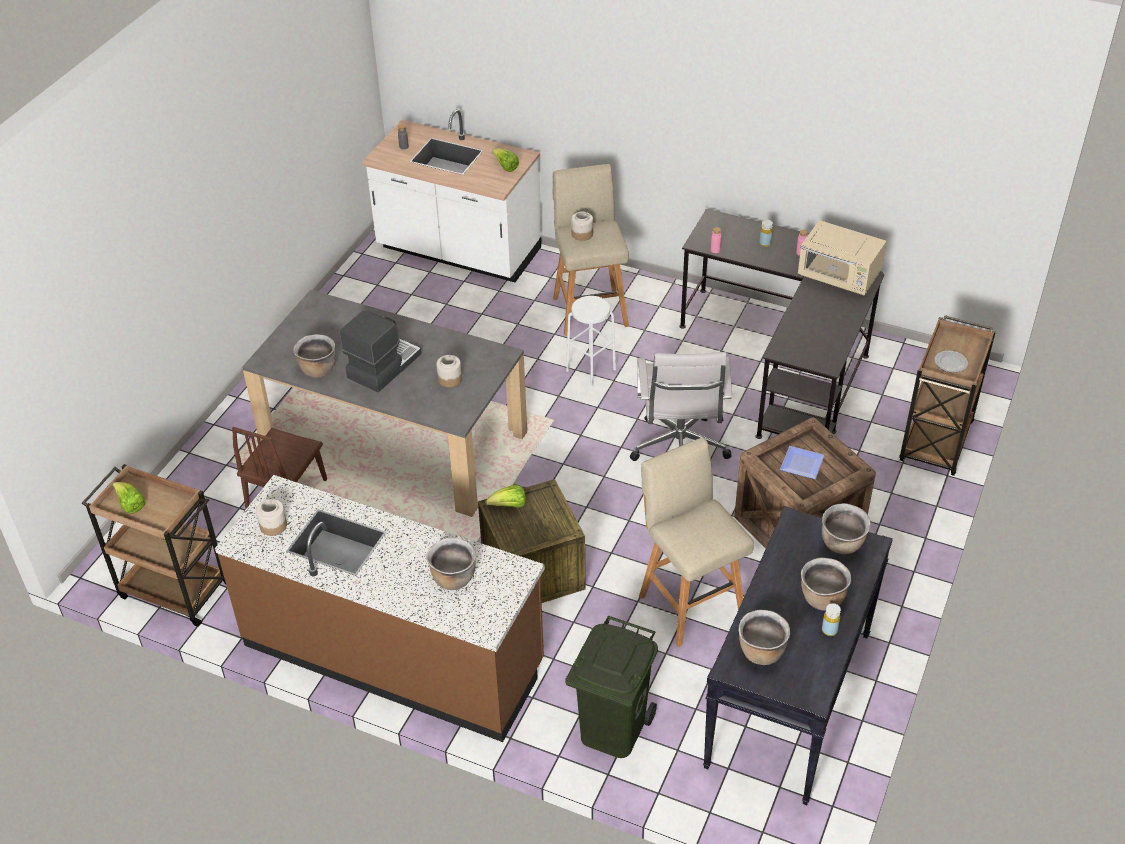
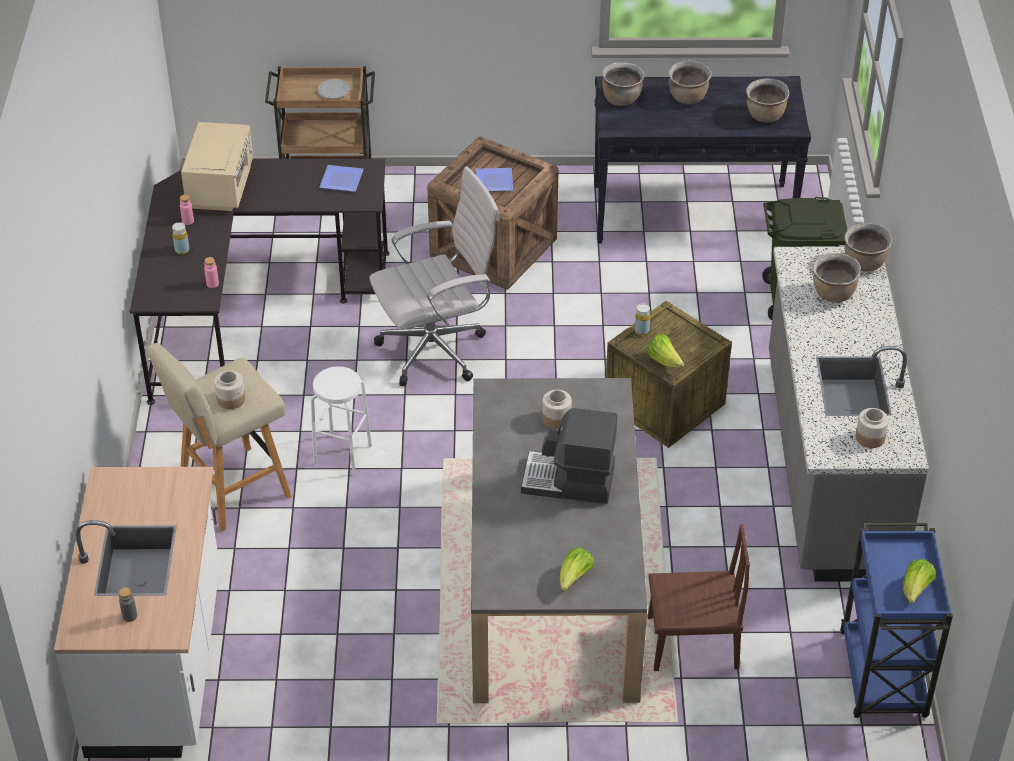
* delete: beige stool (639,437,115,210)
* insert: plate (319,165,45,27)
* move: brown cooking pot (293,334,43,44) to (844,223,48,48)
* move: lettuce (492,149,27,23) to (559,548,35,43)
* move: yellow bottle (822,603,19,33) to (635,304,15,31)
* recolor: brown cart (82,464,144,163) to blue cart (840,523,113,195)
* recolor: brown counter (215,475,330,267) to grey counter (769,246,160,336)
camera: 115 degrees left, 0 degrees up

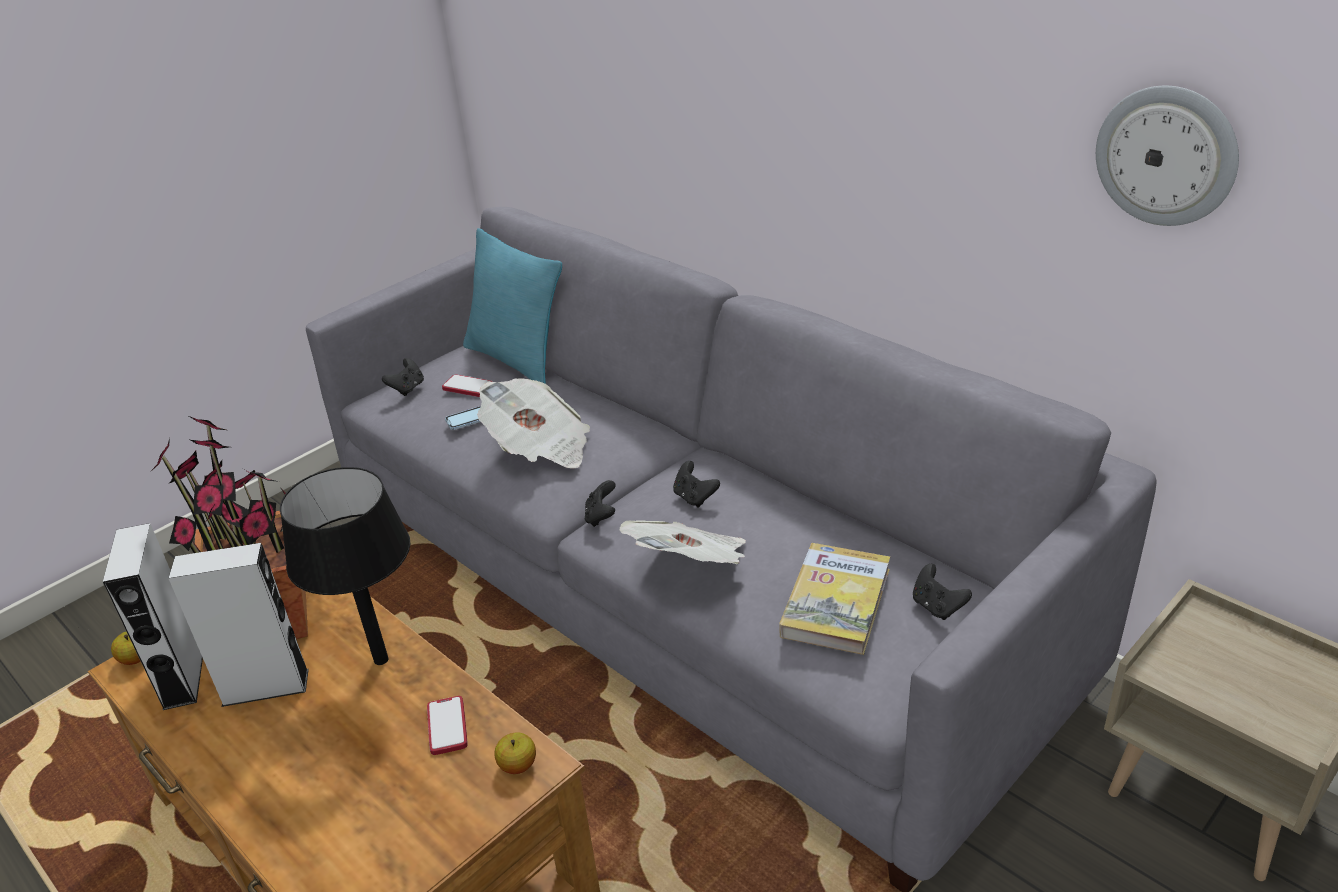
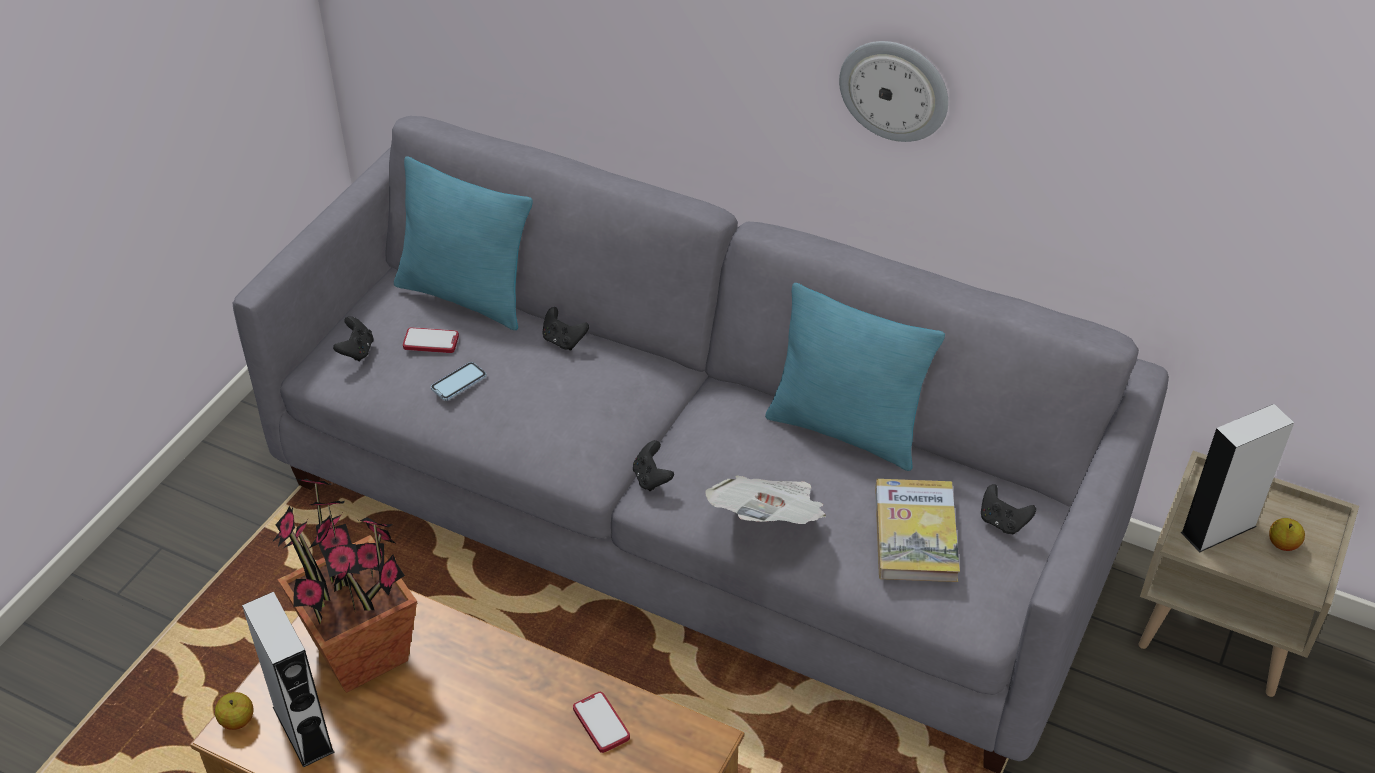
* delete: black table lamp (280,467,131,198)
* delete: newspaper (477,378,113,91)
* insert: turquoise pillow (765,283,180,188)
* move: grey speaker (168,543,141,164) to (1181,404,113,149)
* move: apple (495,732,41,42) to (1269,518,36,33)
* move: black game controller (673,461,47,47) to (542,307,47,43)
* move: wall clock (1096,86,143,140) to (839,41,109,101)
camera: 20 degrees left, 10 degrees up

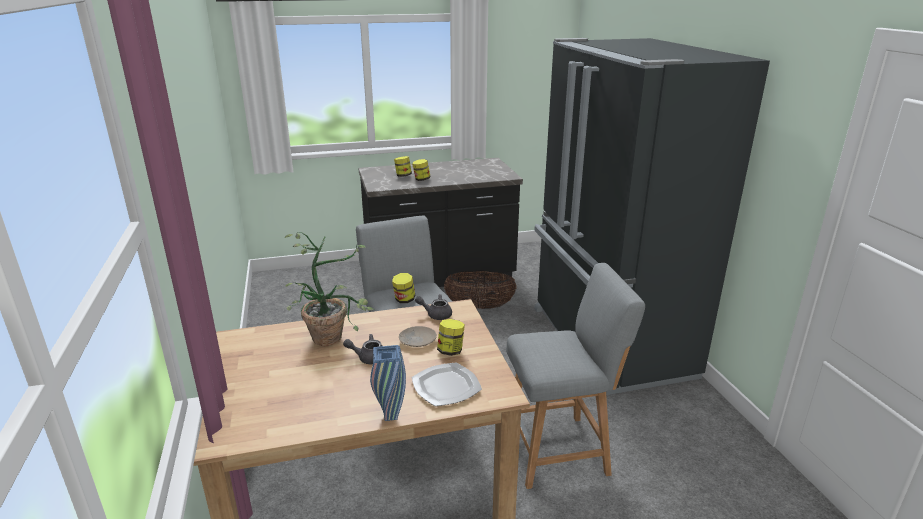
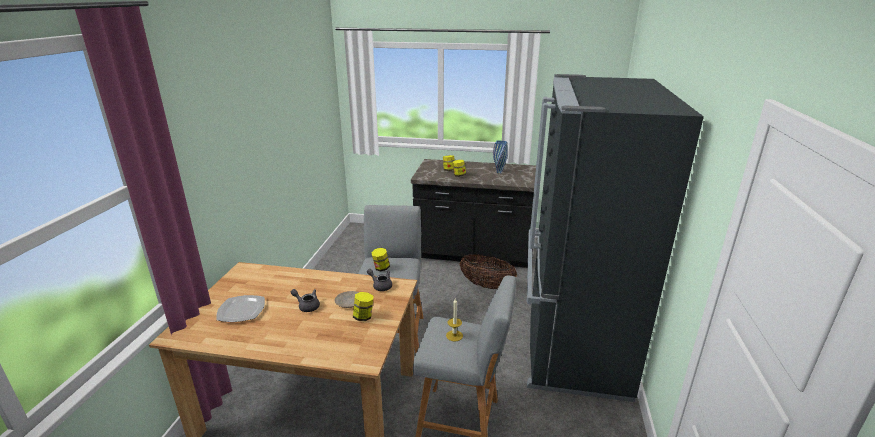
* delete: potted plant (284,232,90,114)
* insert: candle (446,299,17,43)
* move: blue vase (370,345,36,76) to (493,140,15,33)
* move: plate (412,363,70,43) to (216,295,49,27)
camera: 25 degrees right, 0 degrees up

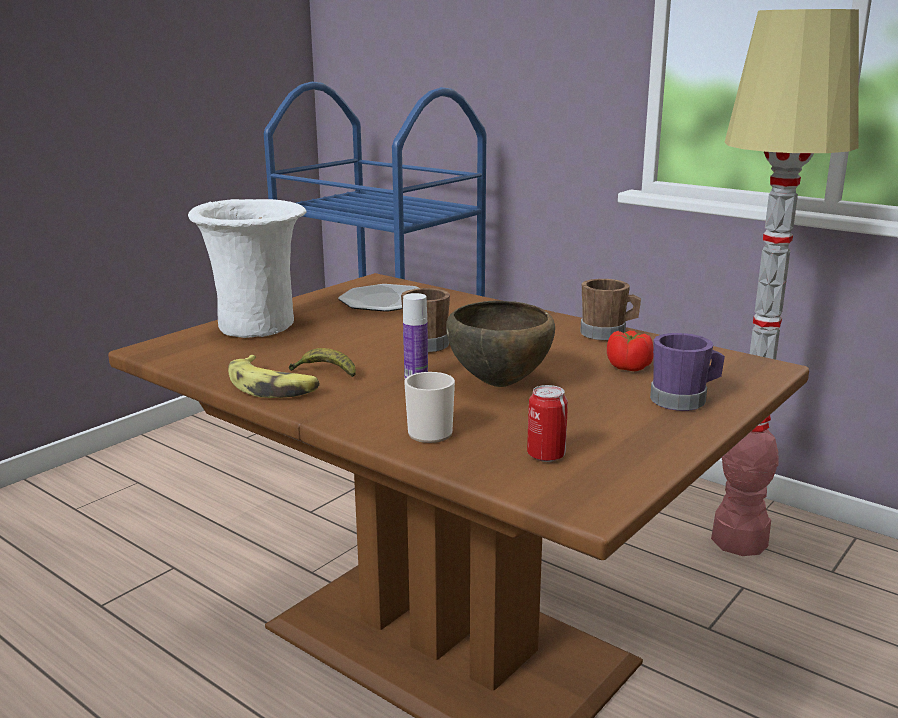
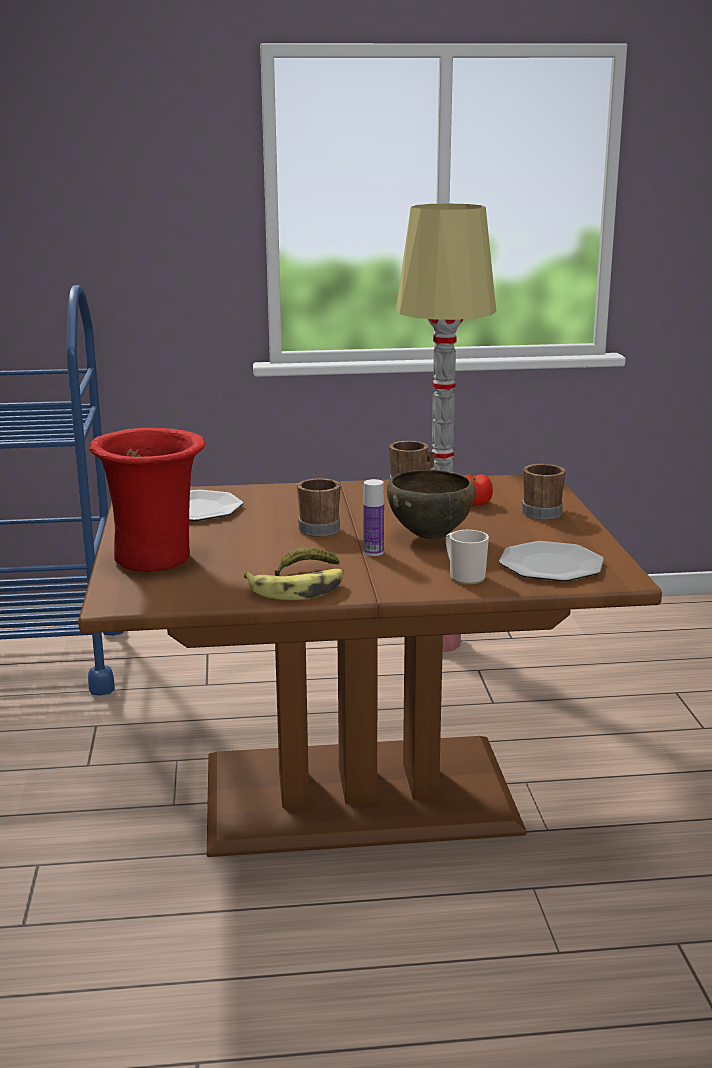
* replace: can (527,385,41,77) to plate (499,541,105,40)
* recolor: white vase (188,199,118,139) to red vase (89,428,116,144)
* recolor: purple mug (650,333,75,78) to brown mug (522,464,44,56)
camera: 45 degrees left, 0 degrees up

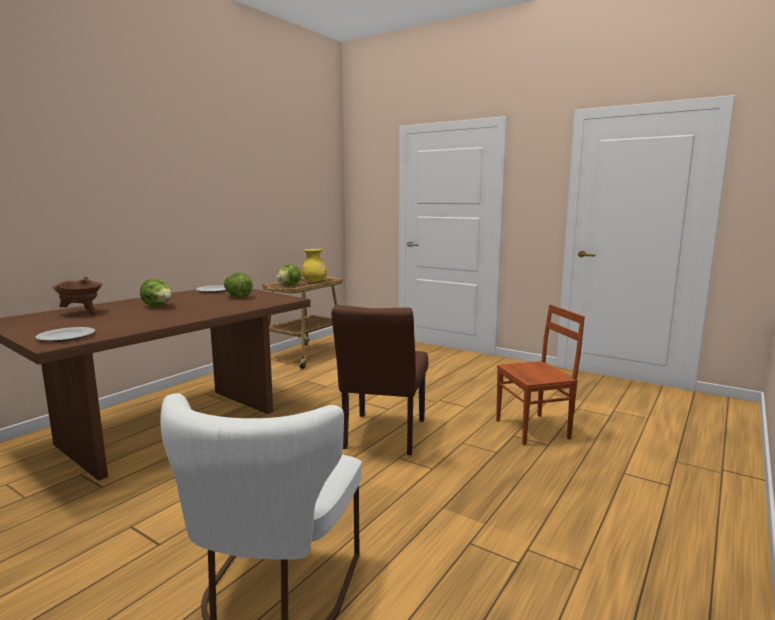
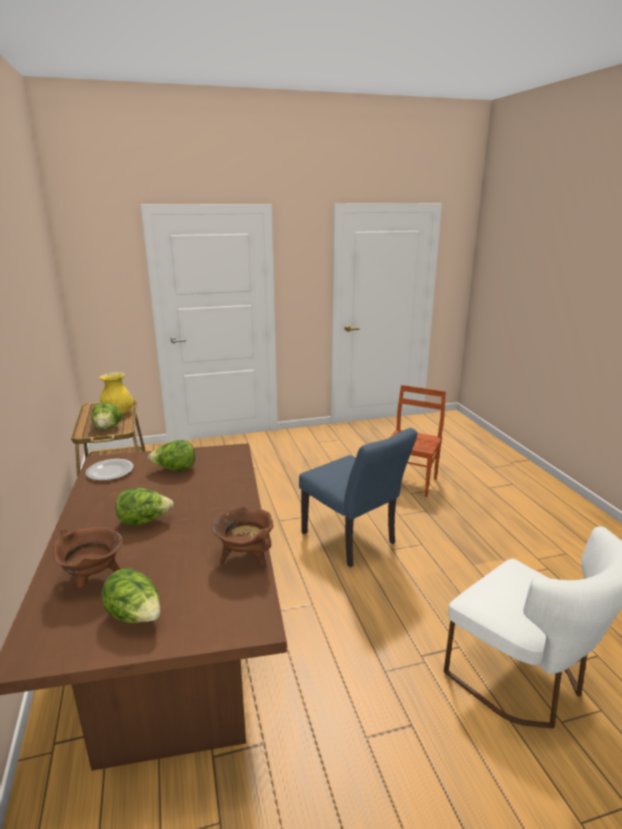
* delete: plate (35,327,60,15)
* insert: lettuce (102,568,59,55)
* insert: brown cooking pot (212,506,62,63)
* recolor: brown chair (331,305,97,150) to blue chair (299,428,118,139)
camera: 50 degrees left, 10 degrees up

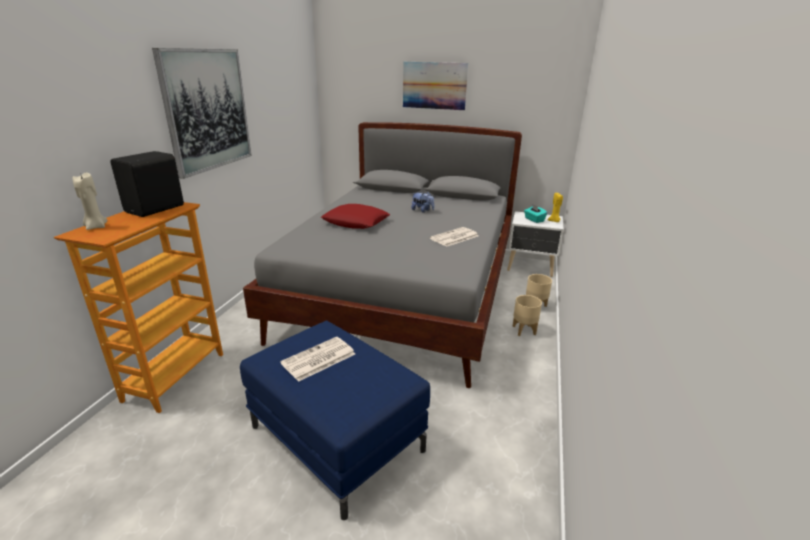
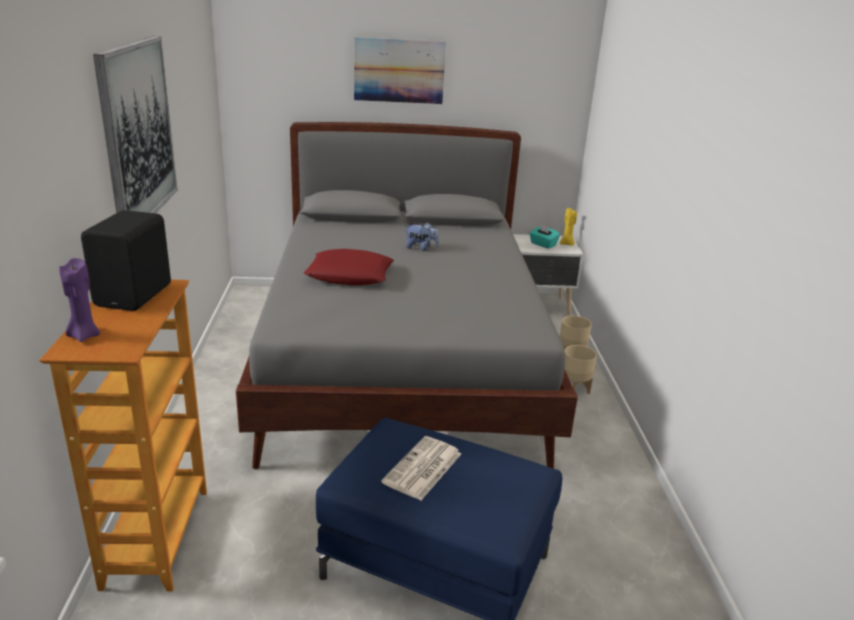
* delete: newspaper (430,227,48,20)
* recolor: beige candle (73,173,34,57) to purple candle (59,258,41,84)
camera: 20 degrees left, 0 degrees up

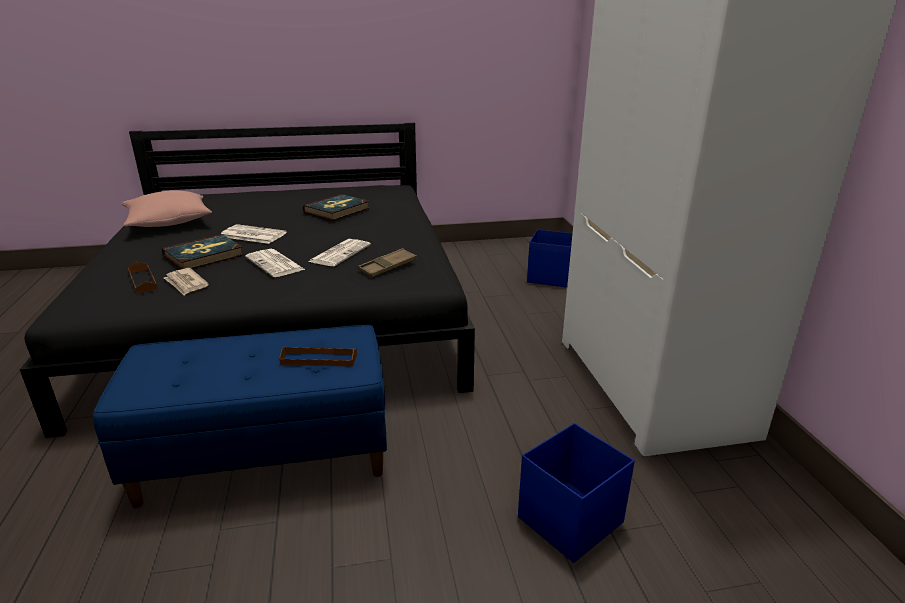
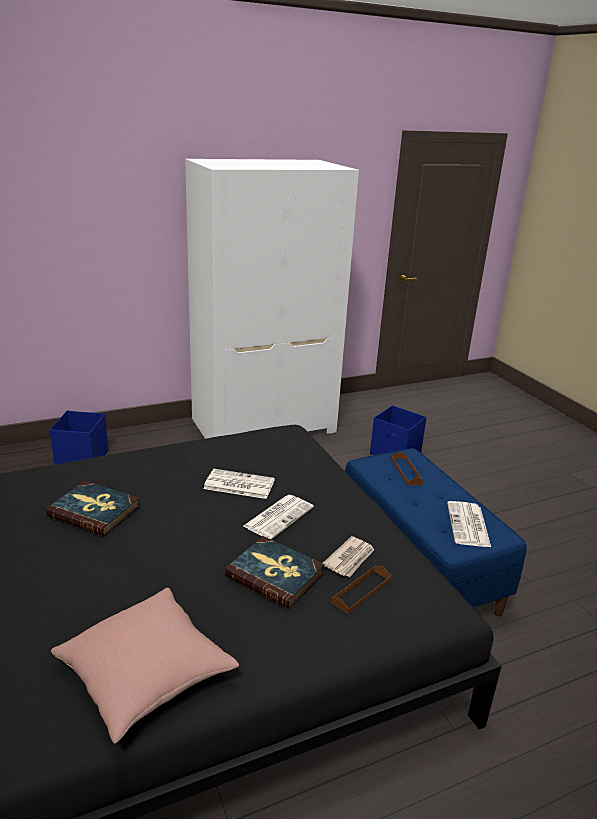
* delete: brown tray (358,248,59,29)
* move: newspaper (221,224,66,20) to (447,501,44,46)
camera: 105 degrees left, 0 degrees up

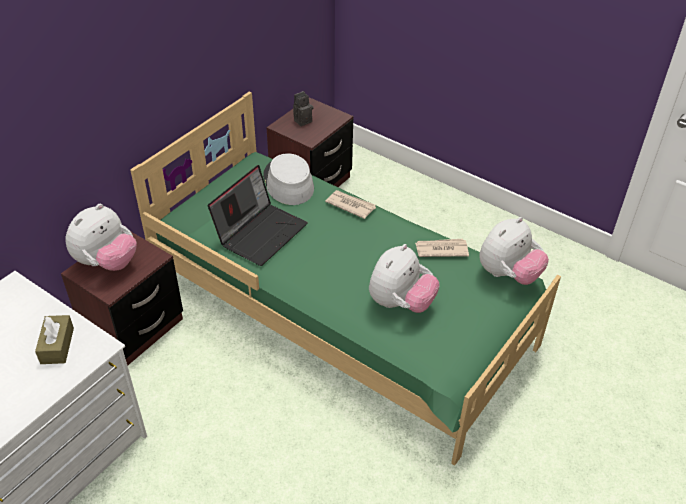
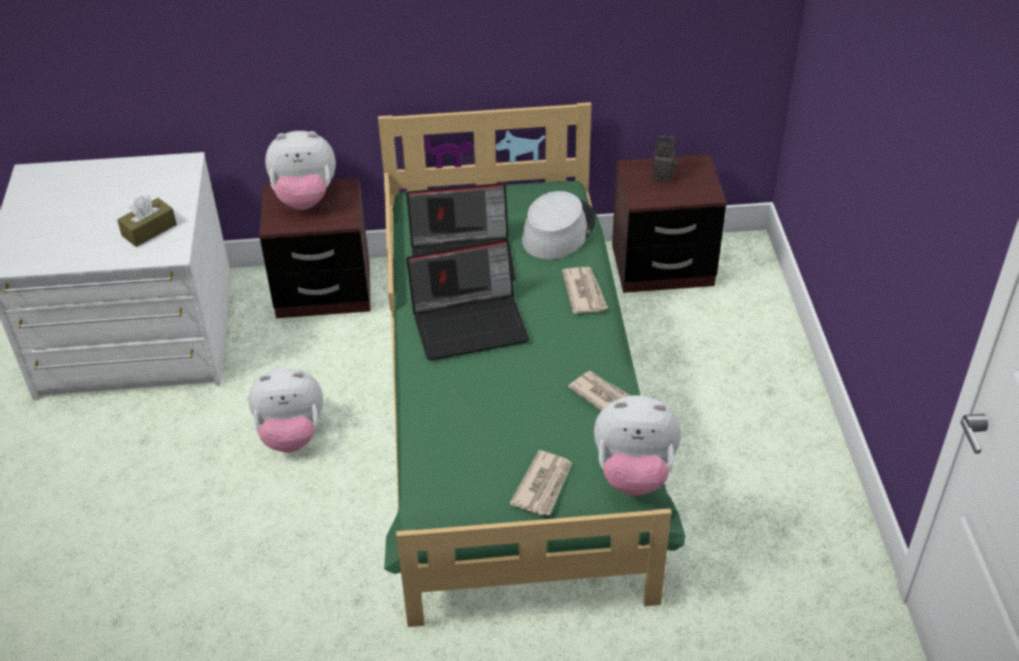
* insert: laptop (406,240,124,121)
* insert: newspaper (510,450,63,66)
* move: plush toy (369,244,70,69) to (248,368,75,85)
camera: 50 degrees right, 0 degrees up

